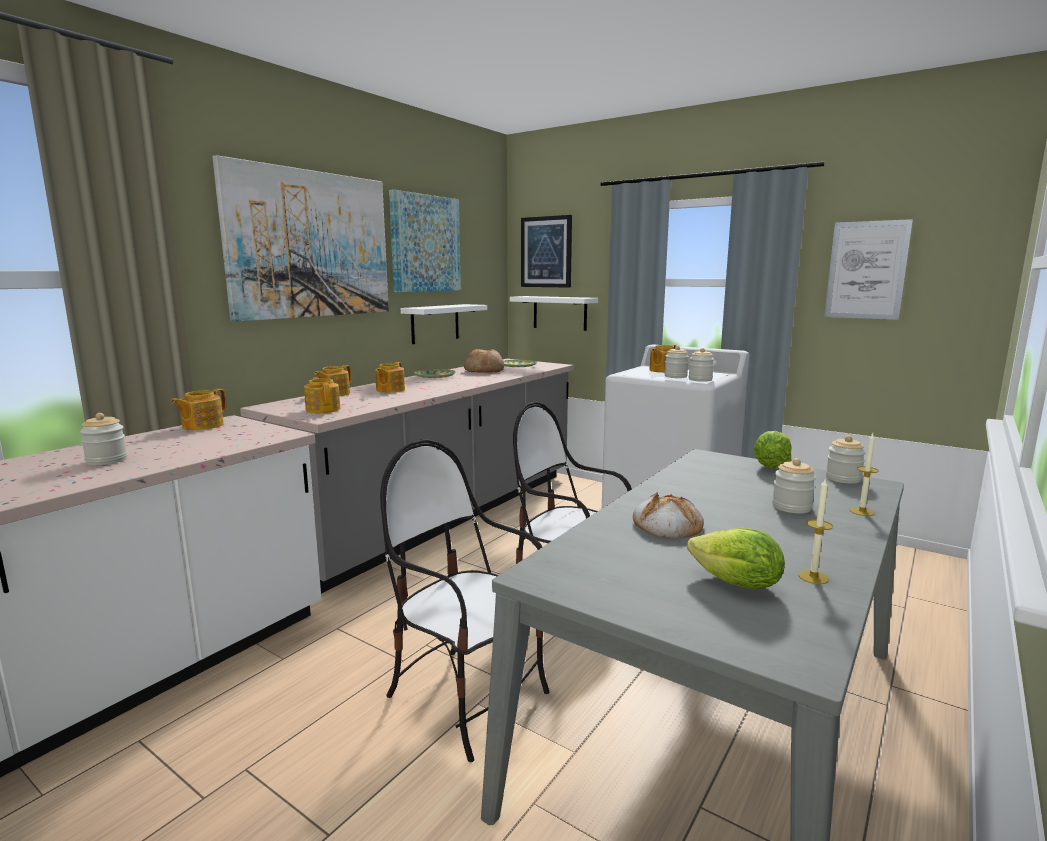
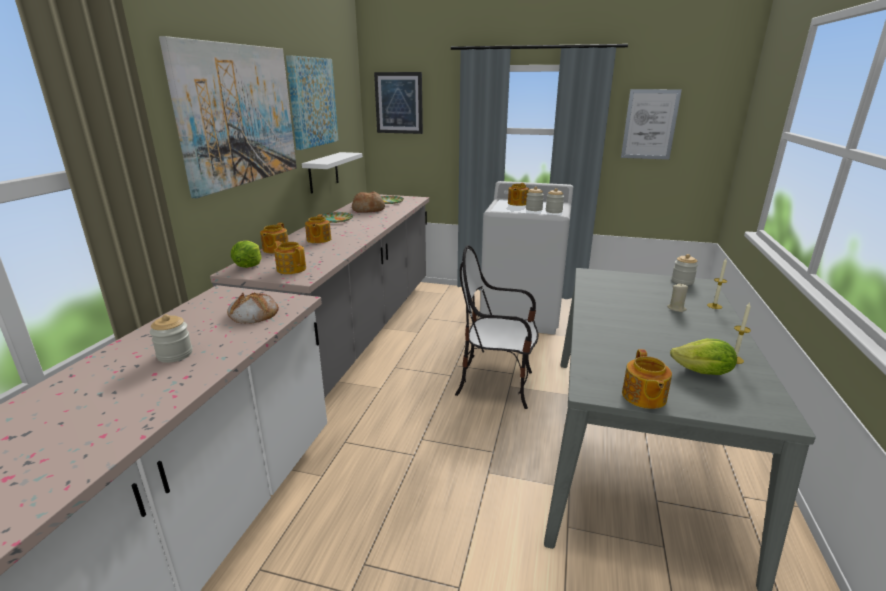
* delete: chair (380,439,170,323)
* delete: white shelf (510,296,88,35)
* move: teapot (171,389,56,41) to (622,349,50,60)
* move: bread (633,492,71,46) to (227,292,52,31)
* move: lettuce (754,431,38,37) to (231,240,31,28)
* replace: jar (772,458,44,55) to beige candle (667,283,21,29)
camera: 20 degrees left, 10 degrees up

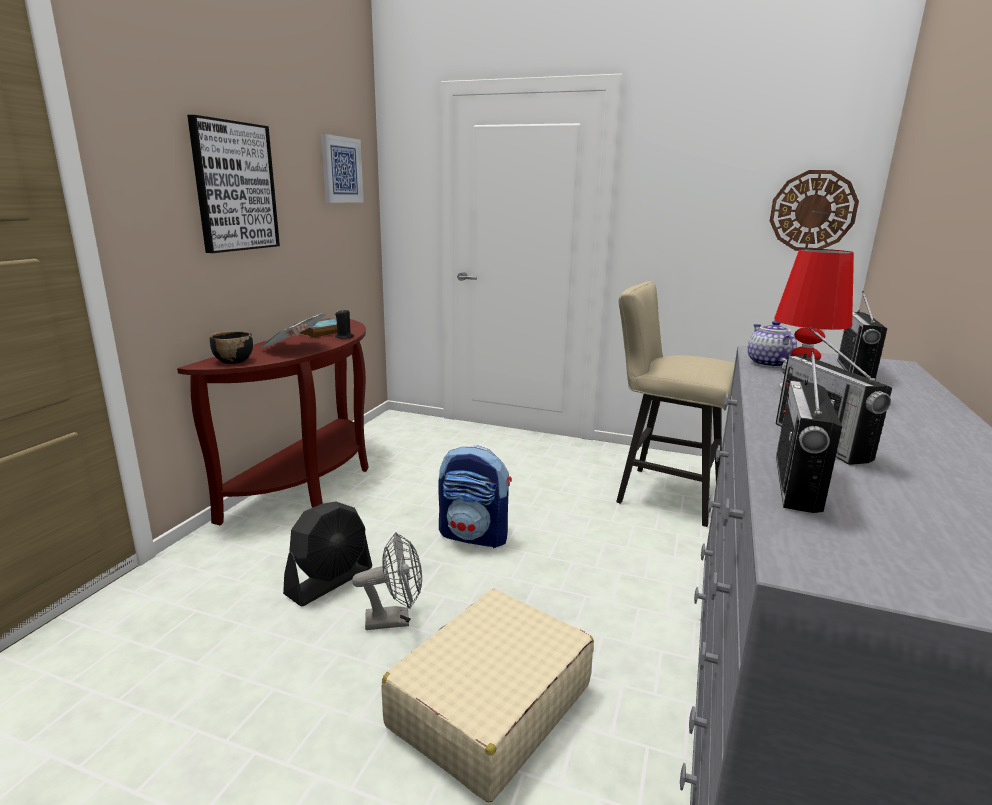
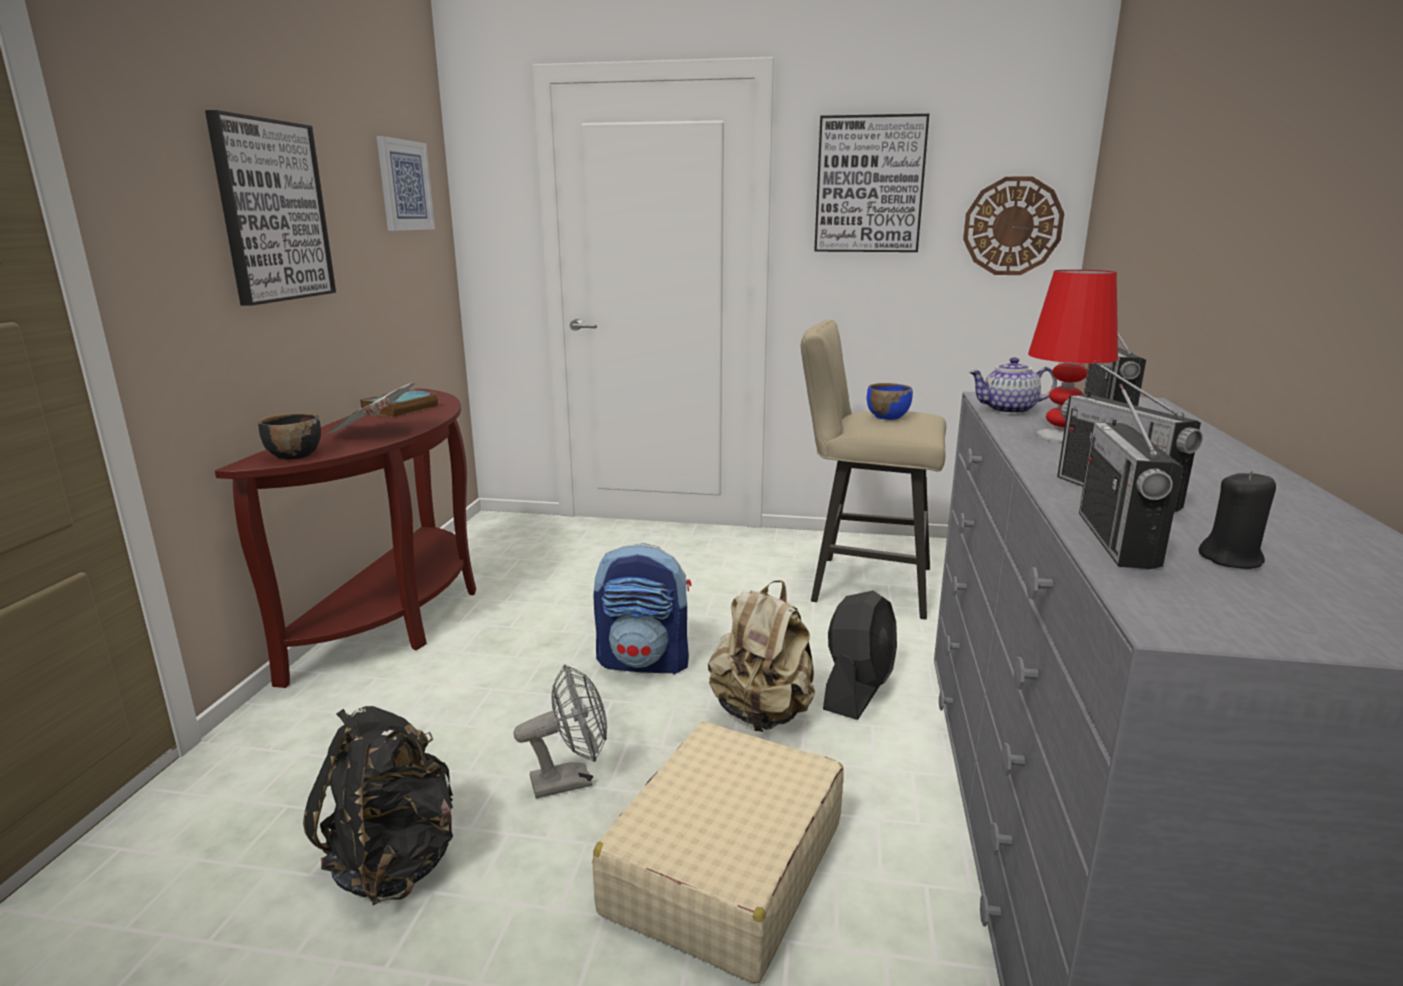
* insert: black backpack (303,706,150,200)
* insert: beige backpack (708,580,107,152)
* insert: picture (814,114,115,138)
* insert: blue bowl (867,383,46,37)
* move: black fan (283,502,89,104) to (823,591,74,129)
* move: black candle (335,309,19,30) to (1198,471,78,98)
* rotate: teapot (747,320,50,48) = (969,357,88,57) 75 degrees counterclockwise
camera: 10 degrees left, 0 degrees up

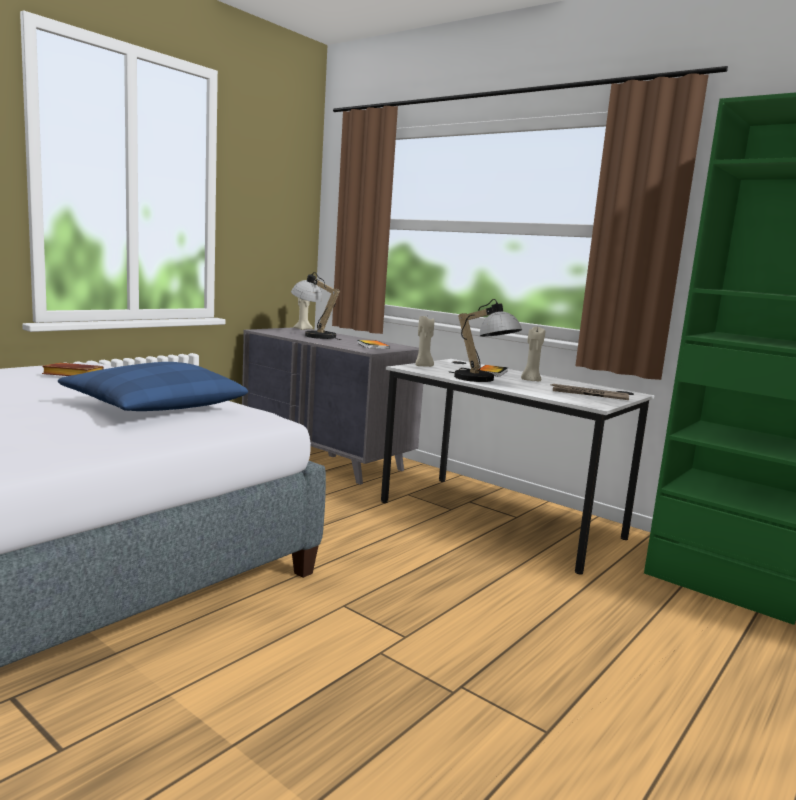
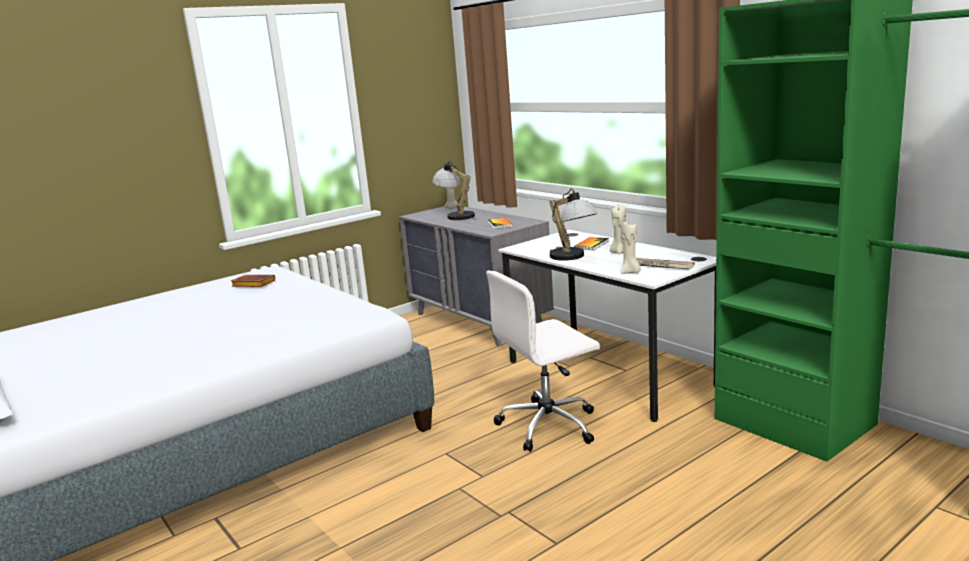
* delete: blue pillow (58,362,190,49)
* insert: white office chair (486,271,114,181)
* move: beige candle (415,316,19,51) to (621,222,20,52)
camera: 15 degrees right, 5 degrees up

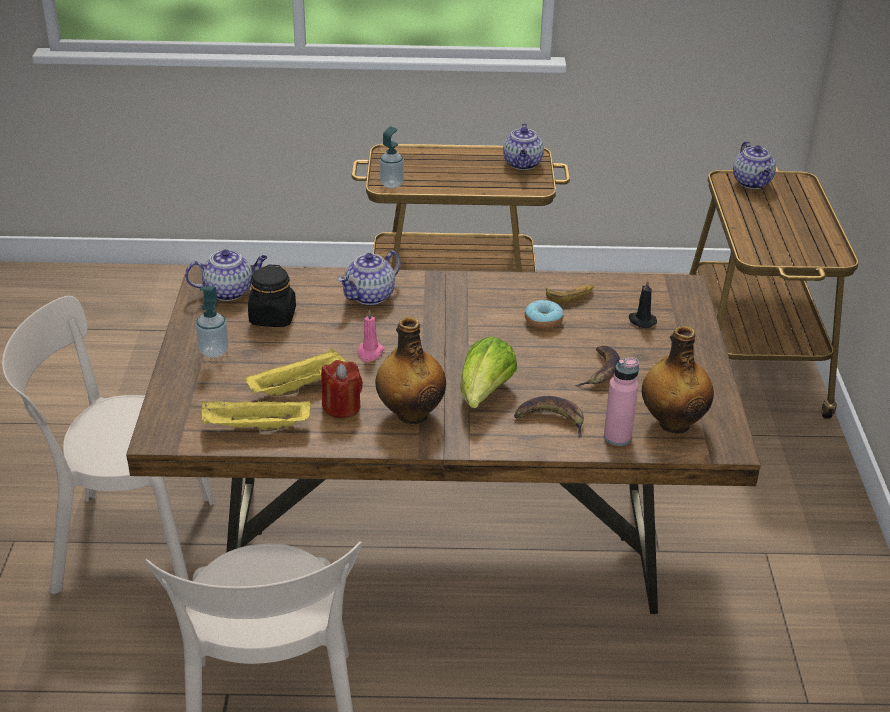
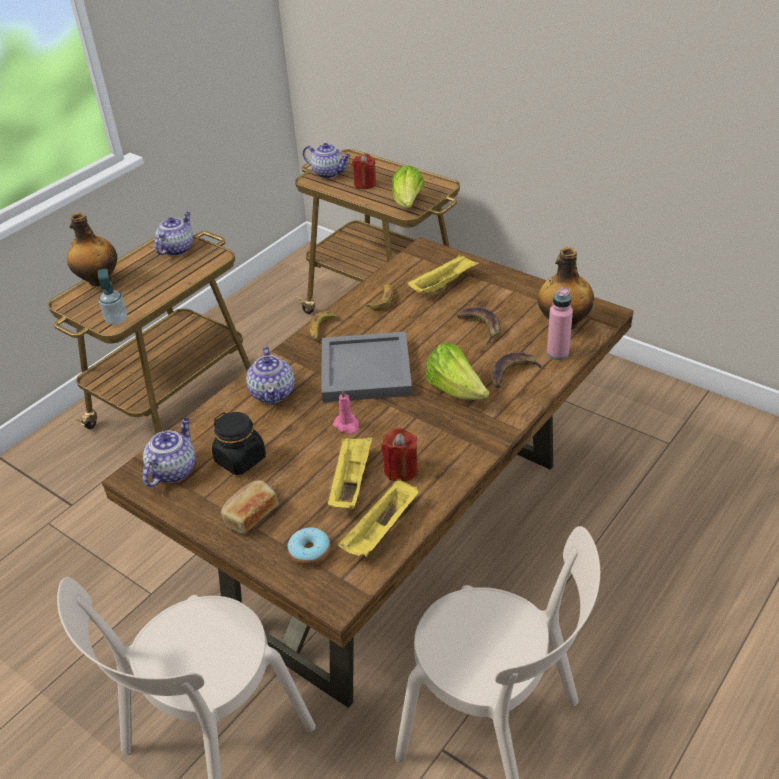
* insert: banana (309,311,31,30)
* insert: grey tray (321,332,91,70)
* insert: red candle (352,154,24,35)
* insert: lettuce (392,165,33,43)
* move: bottle (375,317,71,107) to (67,213,50,73)
* move: donut (525,300,39,29) to (288,527,42,38)
* replace: soap dispenser (196,286,33,72) to bread (221,480,57,54)
* replace: black candle (629,280,28,48) to yellow tray (407,254,72,39)
* rotate: teapot (503,123,41,47) = (154,212,39,44) 105 degrees counterclockwise
camera: 50 degrees left, 5 degrees up

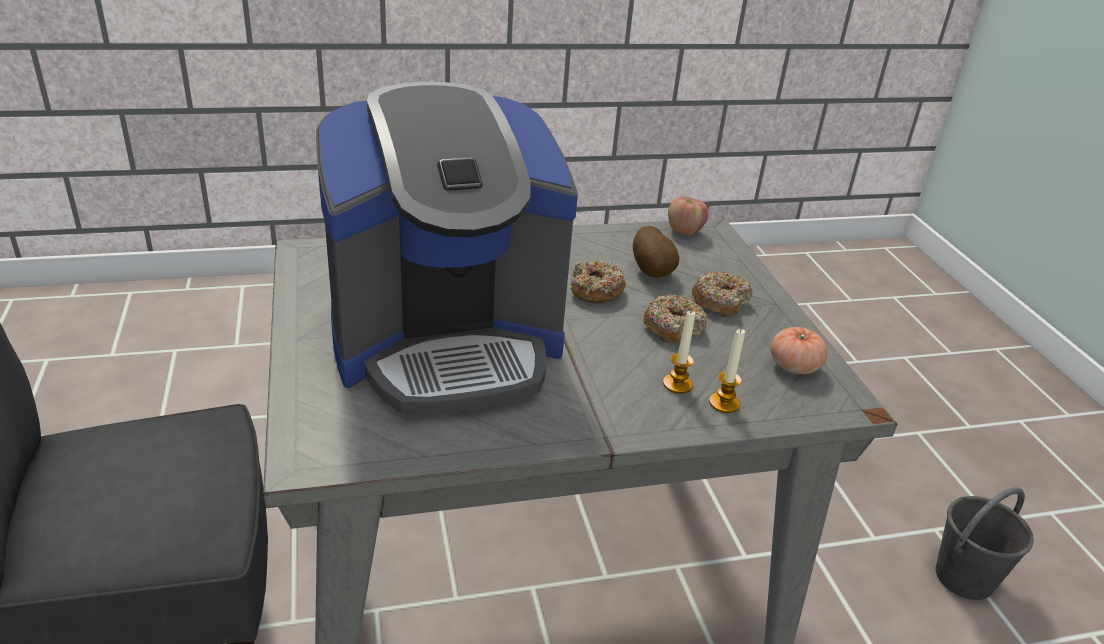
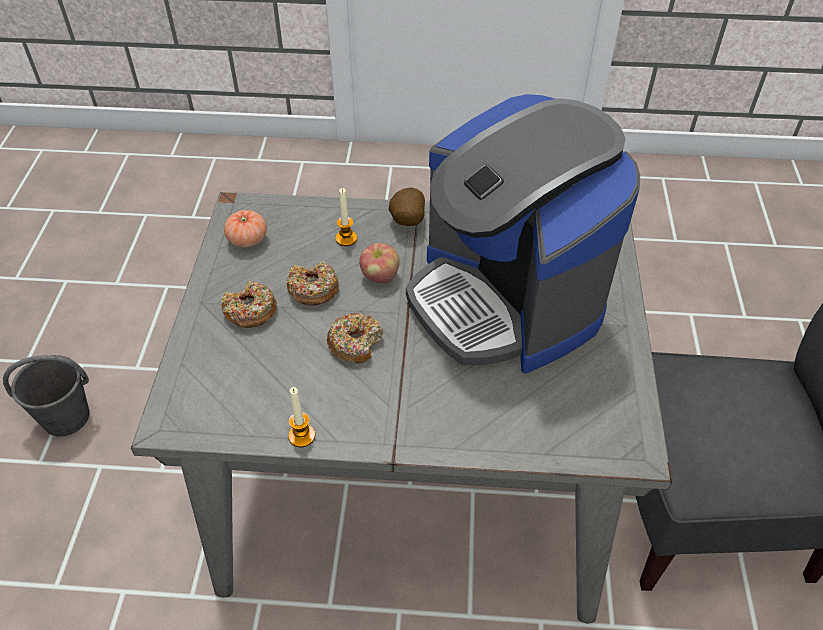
* move: potato (633,226,46,52) to (389,187,36,39)
* move: apple (668,196,40,39) to (359,243,41,40)
* move: candle (709,328,36,85) to (288,387,27,60)
* rotate: coffee machine (316,82,262,333) = (406,94,234,279) 120 degrees counterclockwise
camera: 160 degrees left, 15 degrees up

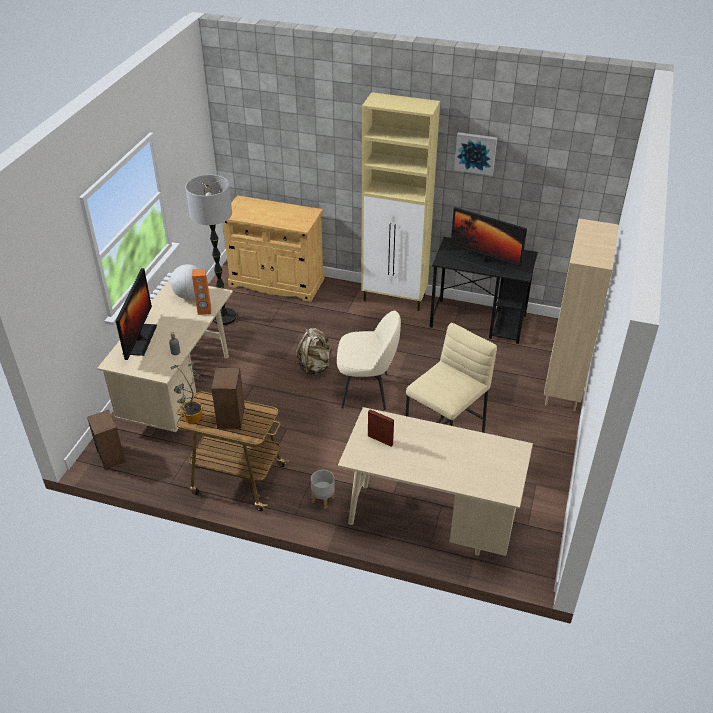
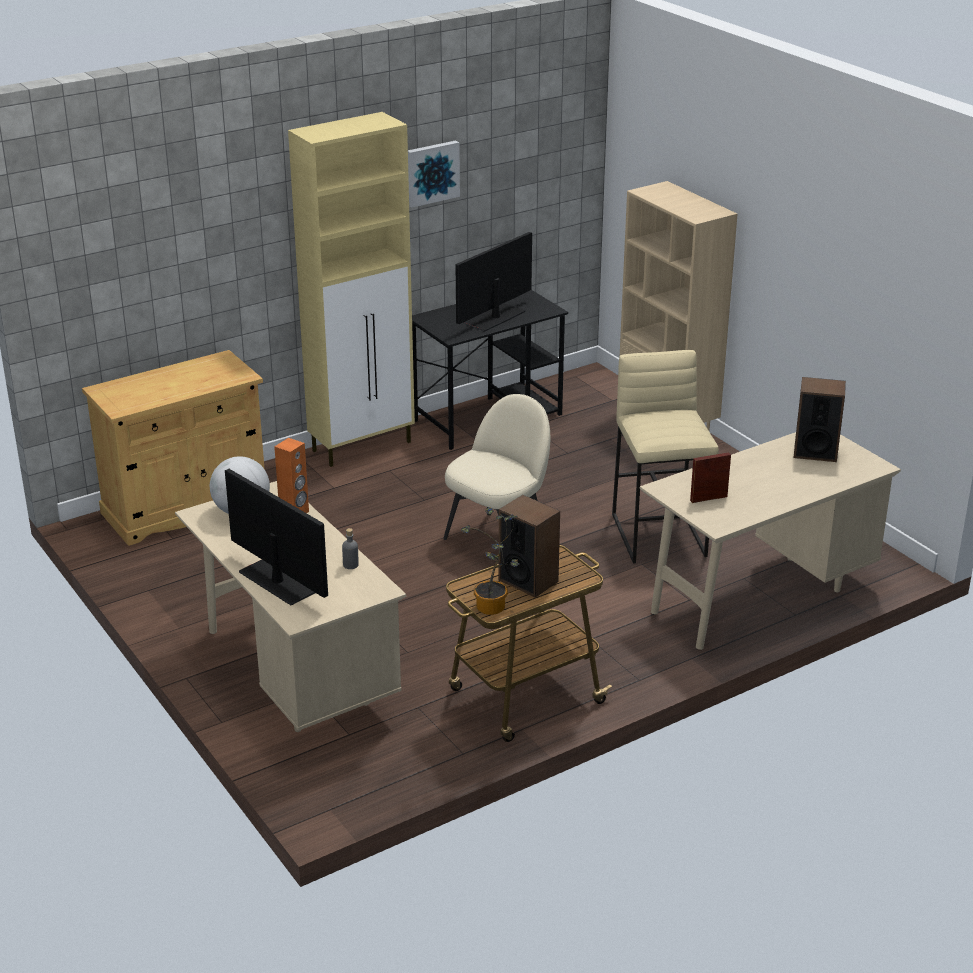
* delete: floor lamp (186,175,50,150)
* delete: beige backpack (295,328,37,48)
* delete: grey planter (311,470,24,39)
* move: speaker (87,410,39,59) to (794,377,52,85)
* rotate: monitor (451,207,76,66) = (456,232,76,100) 150 degrees clockwise
camera: 50 degrees left, 10 degrees down

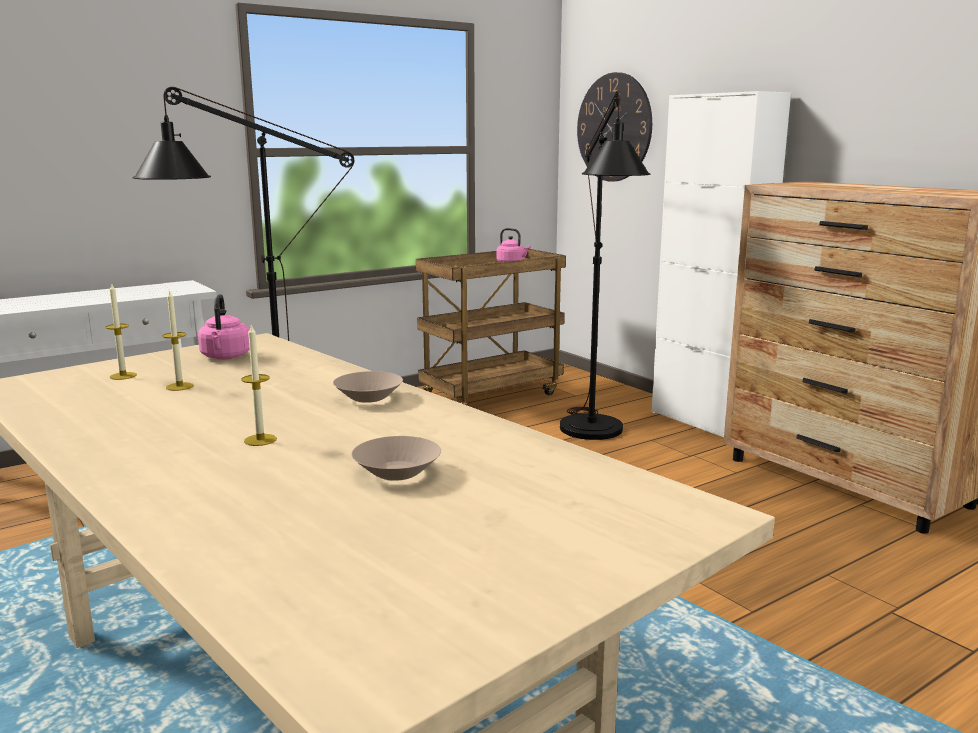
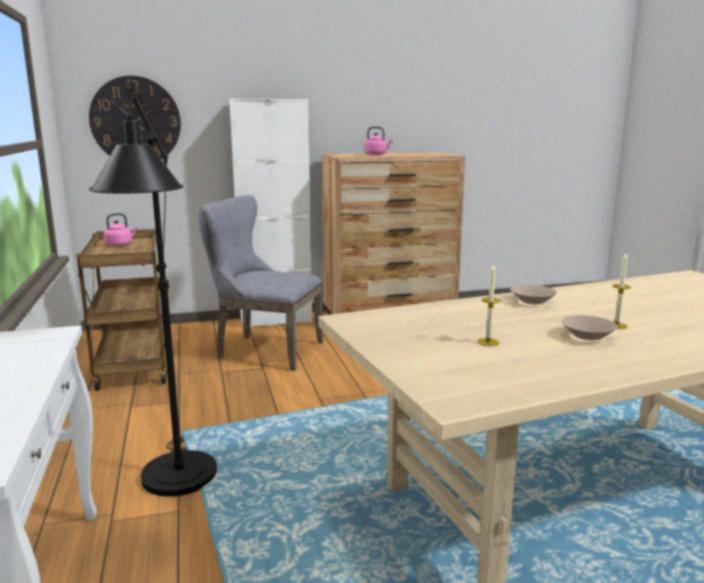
* delete: candle (105,284,32,96)
* move: pink kettle (198,294,52,65) to (365,126,28,29)
* move: beige bowl (351,436,90,45) to (561,315,57,25)
* replace: black floor lamp (560,90,90,350) to grey chair (198,195,126,176)
camera: 70 degrees left, 0 degrees up

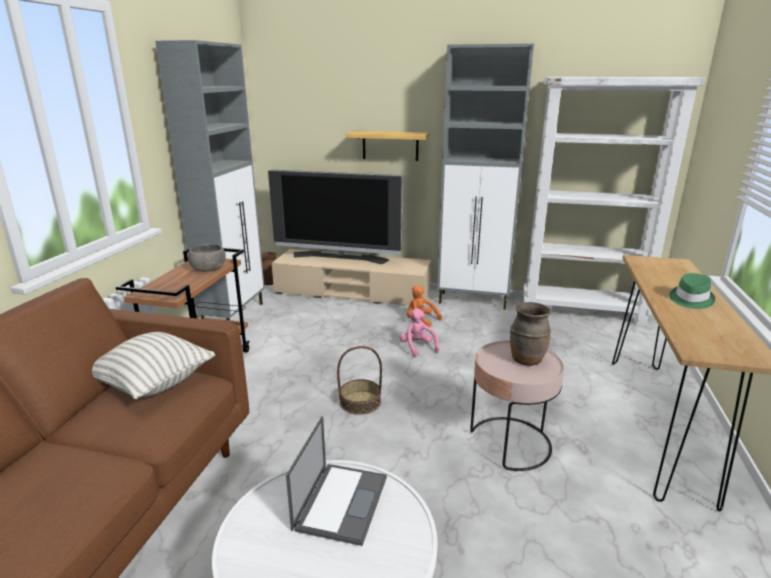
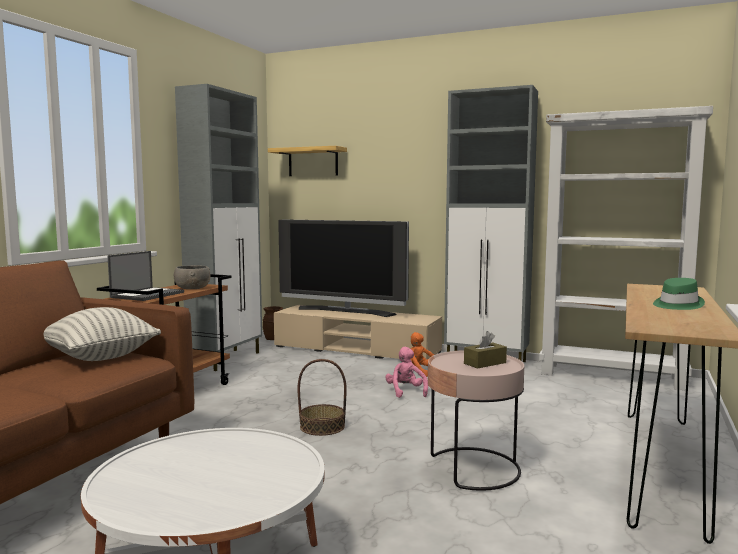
* move: laptop (286,416,101,130) to (108,251,76,50)
* move: shelf (346,131,83,30) to (268,146,79,30)
* replace: brown vase (510,302,41,64) to brown tissue box (464,331,43,38)
camera: 10 degrees right, 15 degrees down

